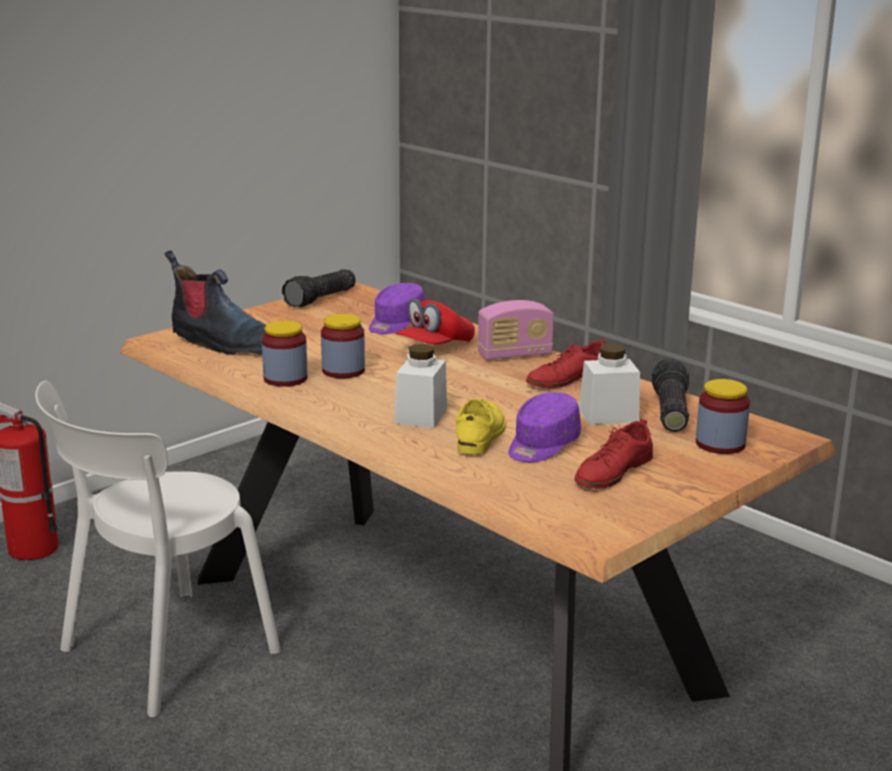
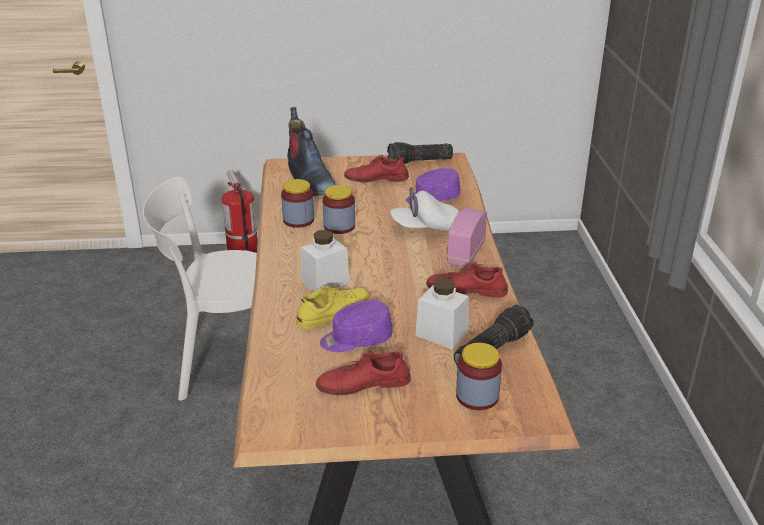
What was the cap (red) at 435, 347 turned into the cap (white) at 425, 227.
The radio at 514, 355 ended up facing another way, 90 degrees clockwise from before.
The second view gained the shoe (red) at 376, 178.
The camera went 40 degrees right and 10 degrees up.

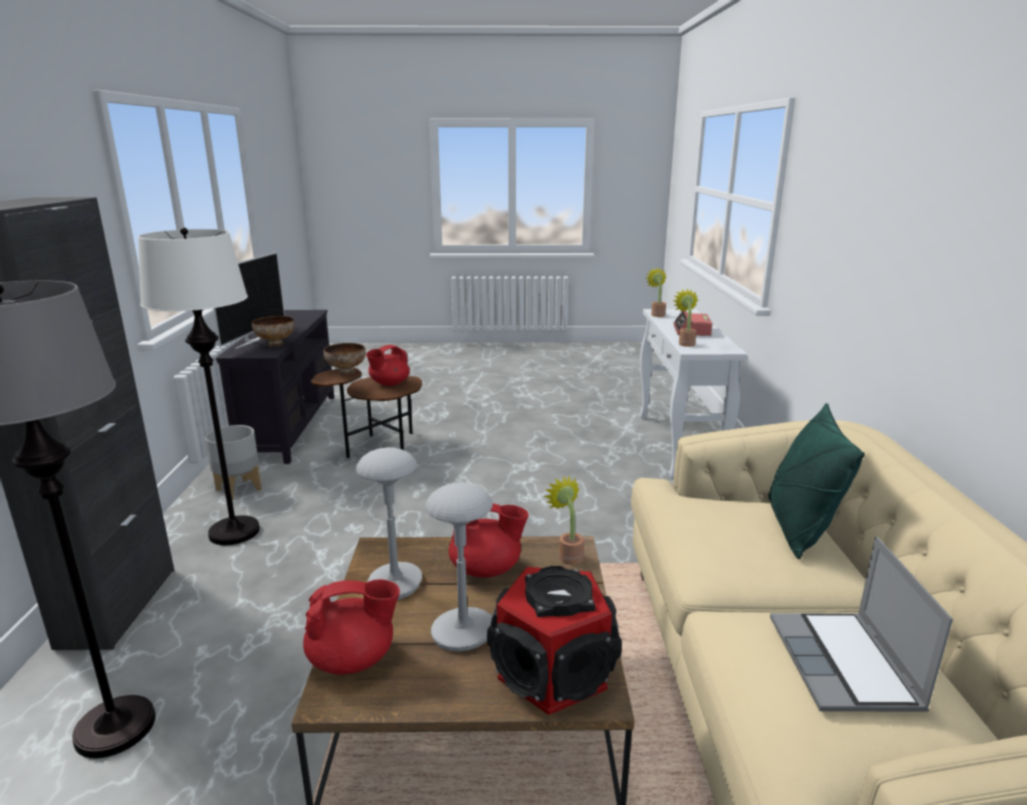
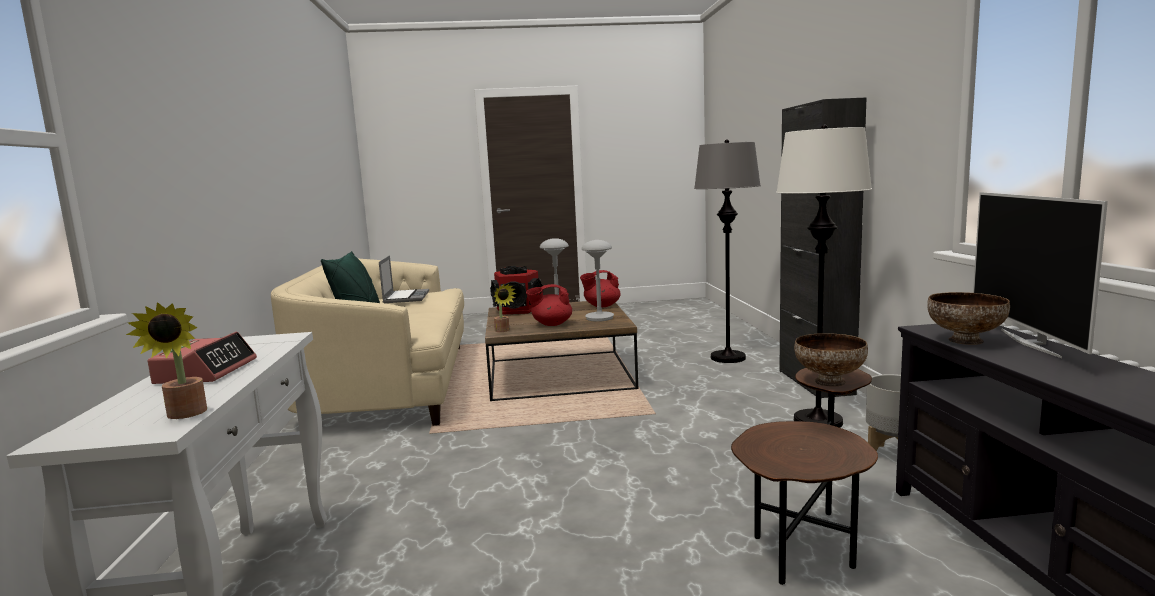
The second view lost the potted plant at 685, 343.
The second view lost the teapot (red) at 389, 383.
The camera went 175 degrees right and 10 degrees down.

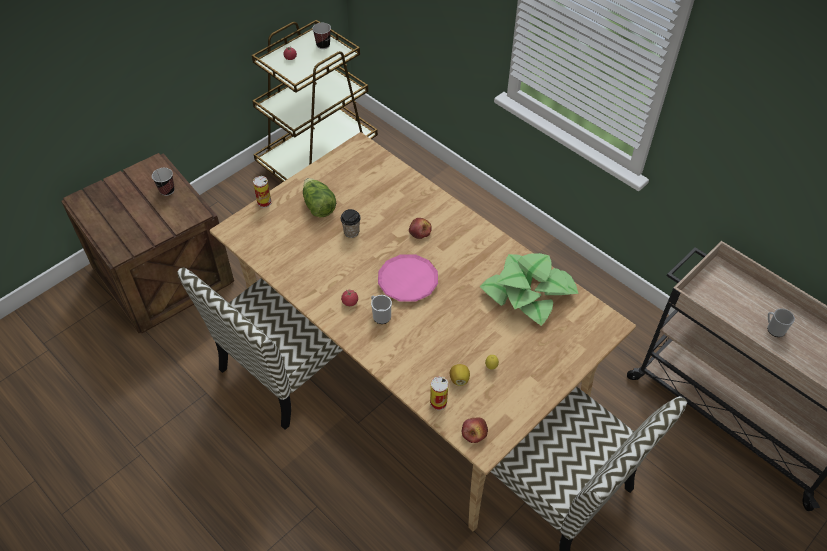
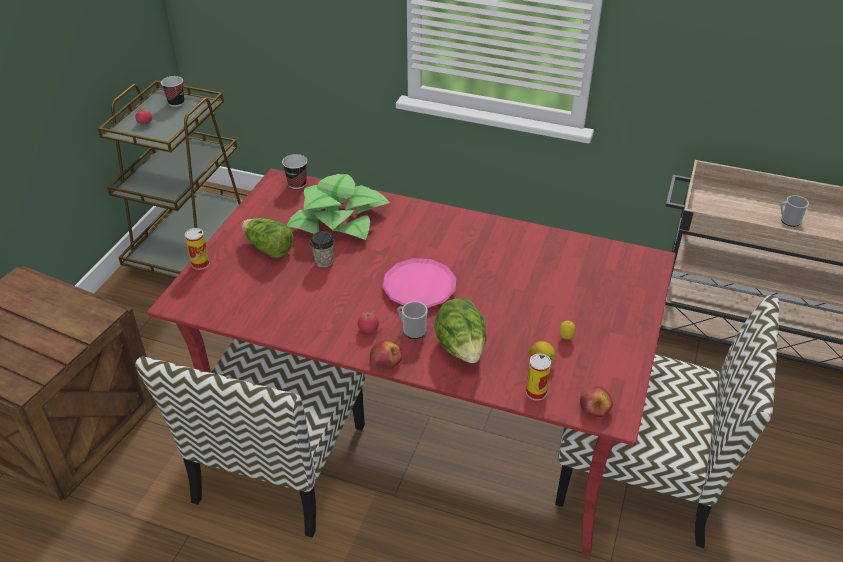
What was the dining table (beige) at 411, 367 turned into the dining table (red) at 420, 414.
The cup ended up elsewhere, having gone from 167, 190 to 297, 184.
The apple ended up elsewhere, having gone from 420, 231 to 386, 360.
The potted plant ended up elsewhere, having gone from 528, 293 to 339, 220.
The second view gained the lettuce at 461, 349.
The camera went 25 degrees left and 10 degrees down.

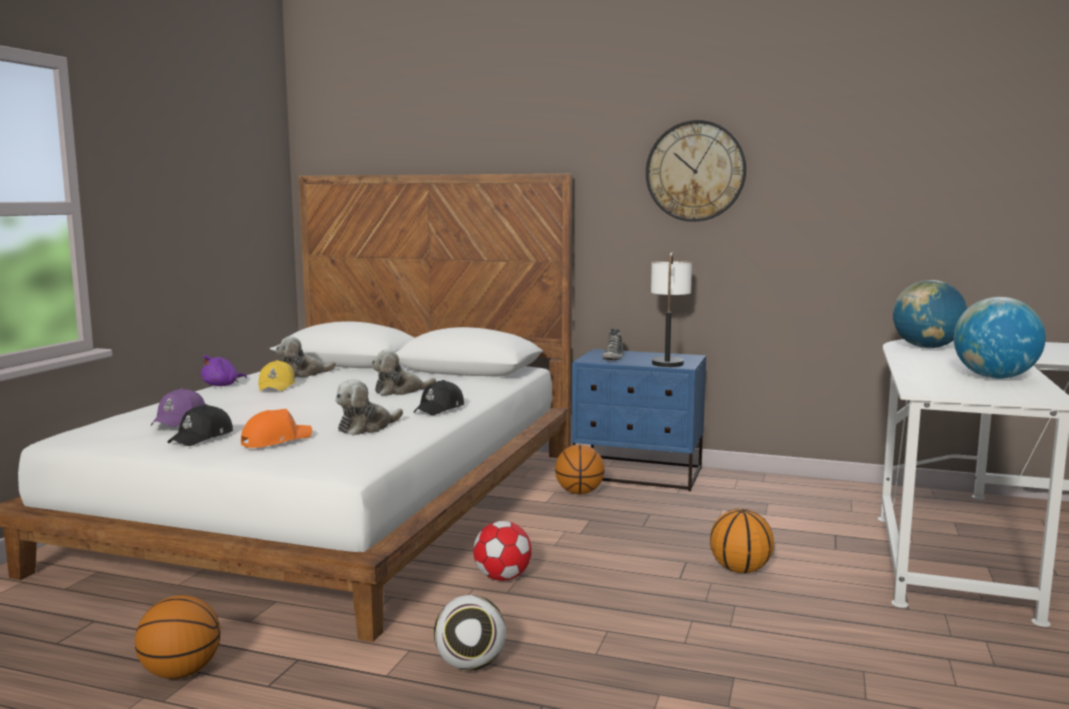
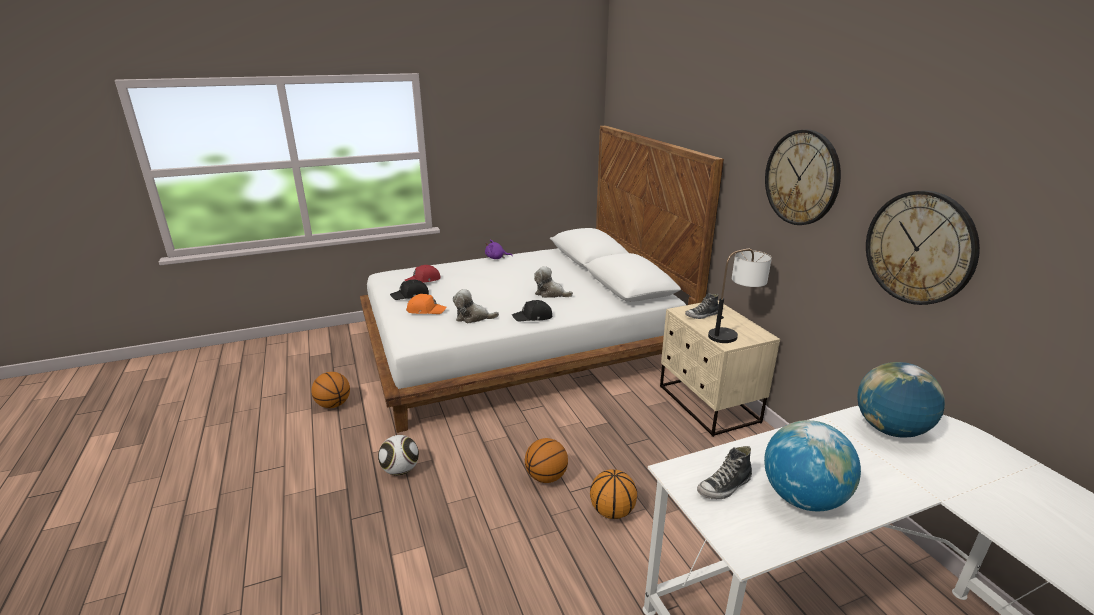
The second view lost the plush toy at 303, 374.
What was the nightstand (blue) at 638, 474 turned into the nightstand (beige) at 708, 404.
The second view lost the cap (yellow) at 277, 386.
What was the cap (purple) at 180, 419 turned into the cap (red) at 423, 280.
The basketball ended up elsewhere, having gone from 579, 492 to 546, 477.
The second view lost the football at 502, 577.
The second view gained the wall clock at 919, 248.
The second view gained the shoe at 724, 487.
The camera went 50 degrees right and 15 degrees up.

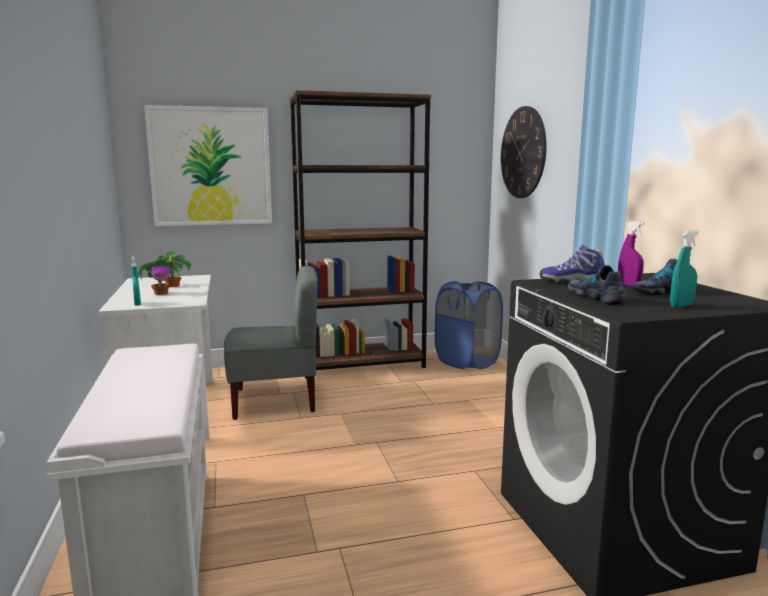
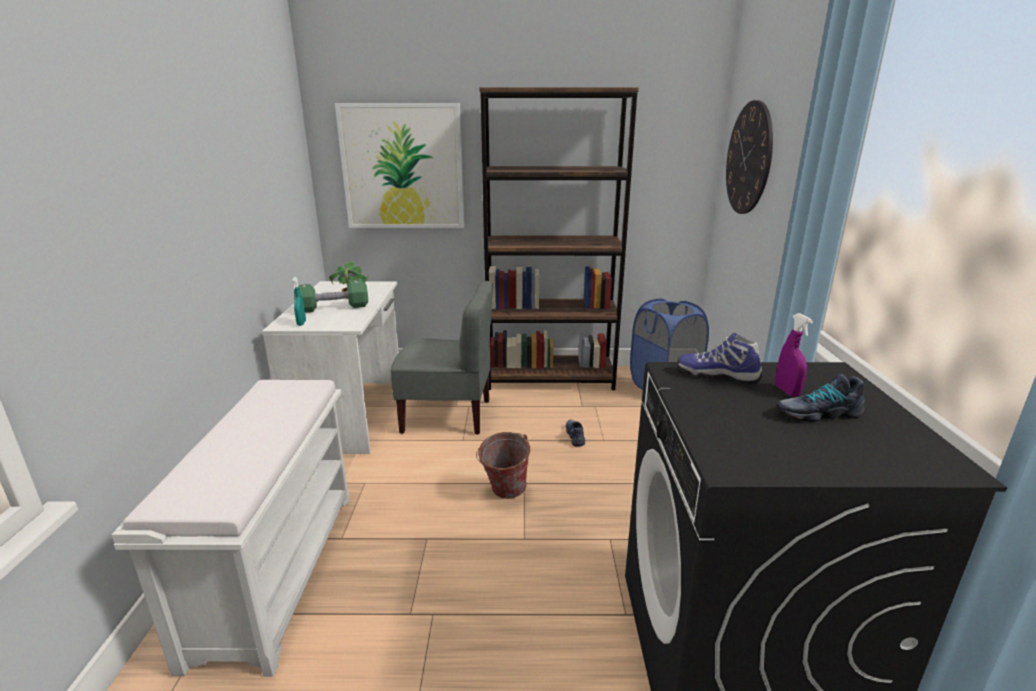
The second view lost the spray bottle (turquoise) at 681, 306.
Where the potted plant stood at 161, 293, the dumbbell (green) came to stand at 333, 308.
The shoe ended up elsewhere, having gone from 596, 297 to 575, 436.
The second view gained the bucket at 503, 493.
The camera went 15 degrees right and 10 degrees up.

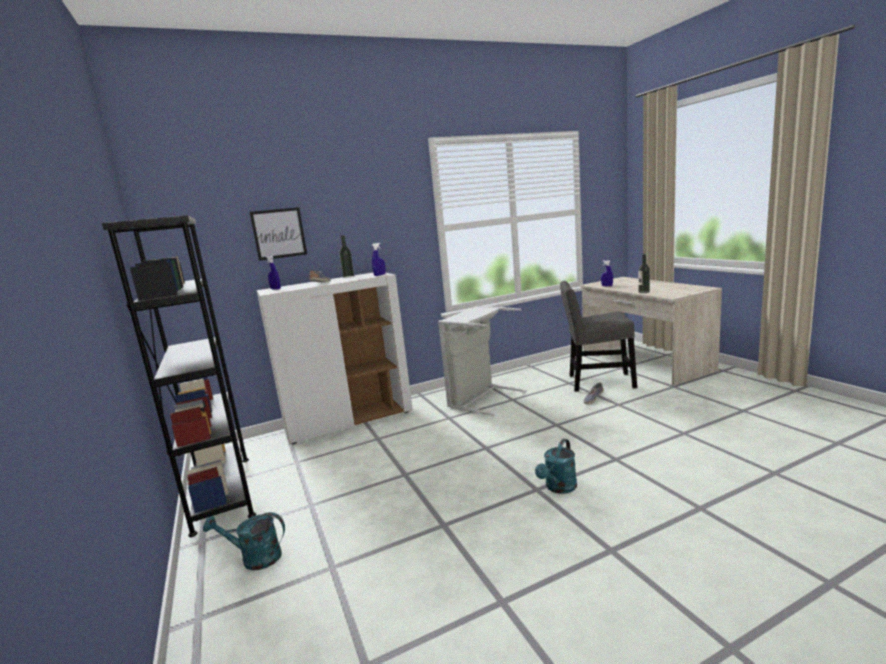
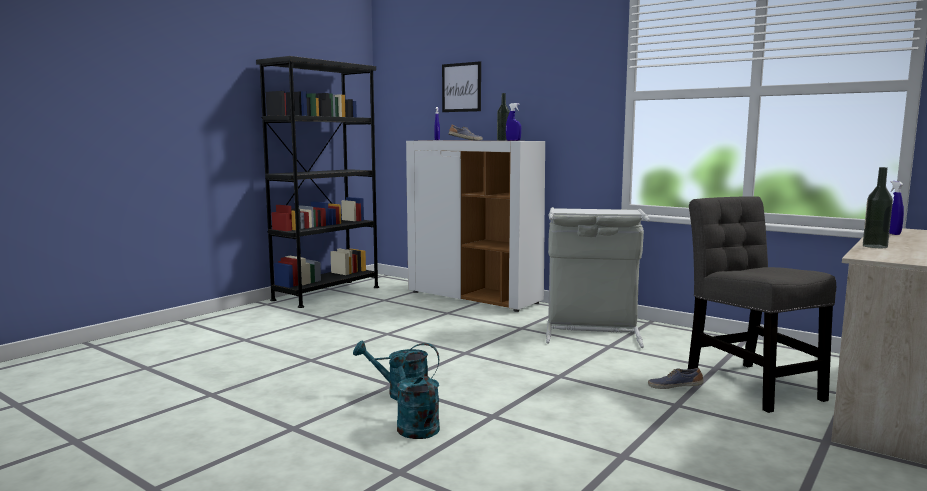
The watering can (turquoise) ended up elsewhere, having gone from 255, 558 to 414, 425.
The camera went 60 degrees right and 5 degrees down.

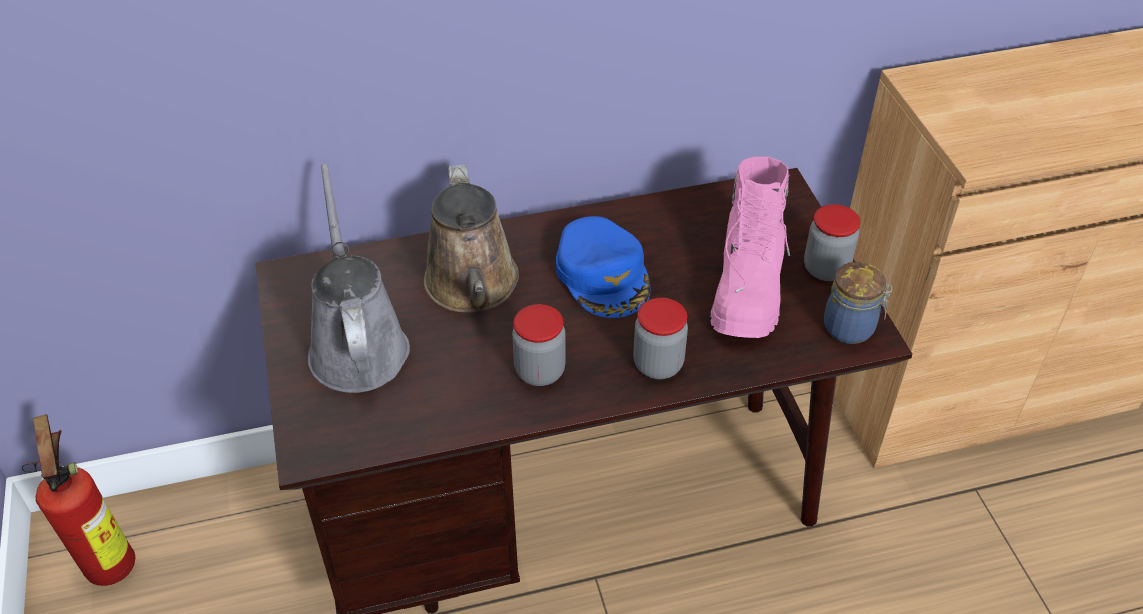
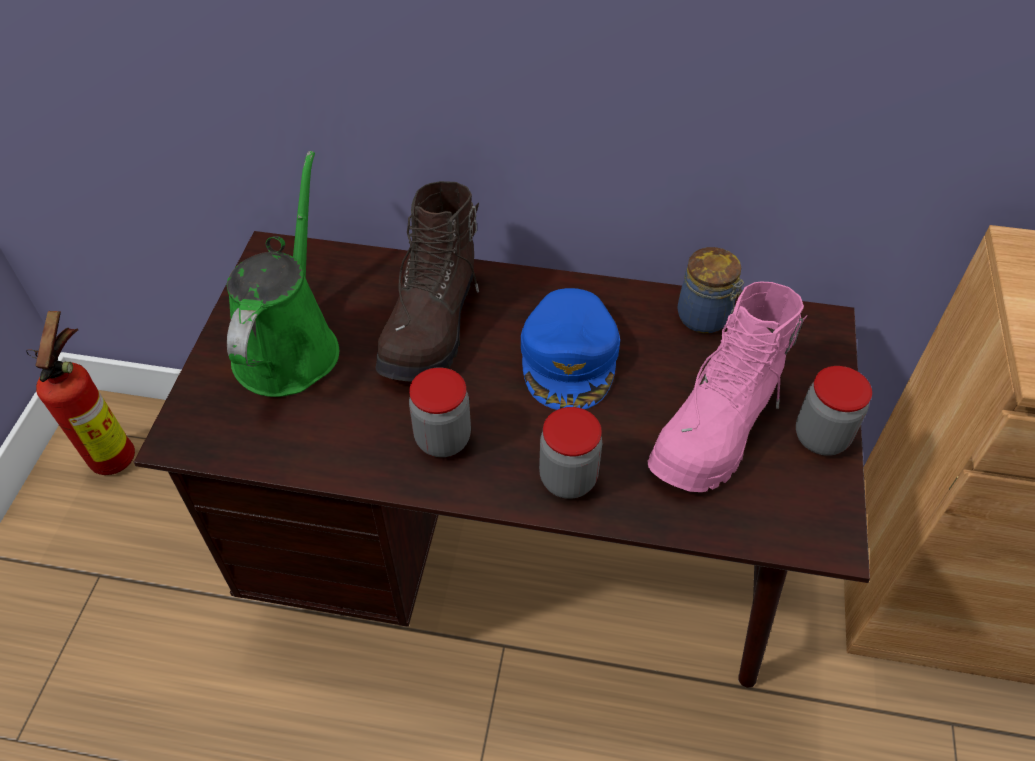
What was the watering can (grey) at 357, 345 turned into the watering can (green) at 289, 345.
Where the watering can (brown) stood at 473, 286, the boot (brown) came to stand at 433, 324.
The jar ended up elsewhere, having gone from 851, 328 to 705, 318.
The camera went 25 degrees right and 5 degrees up.

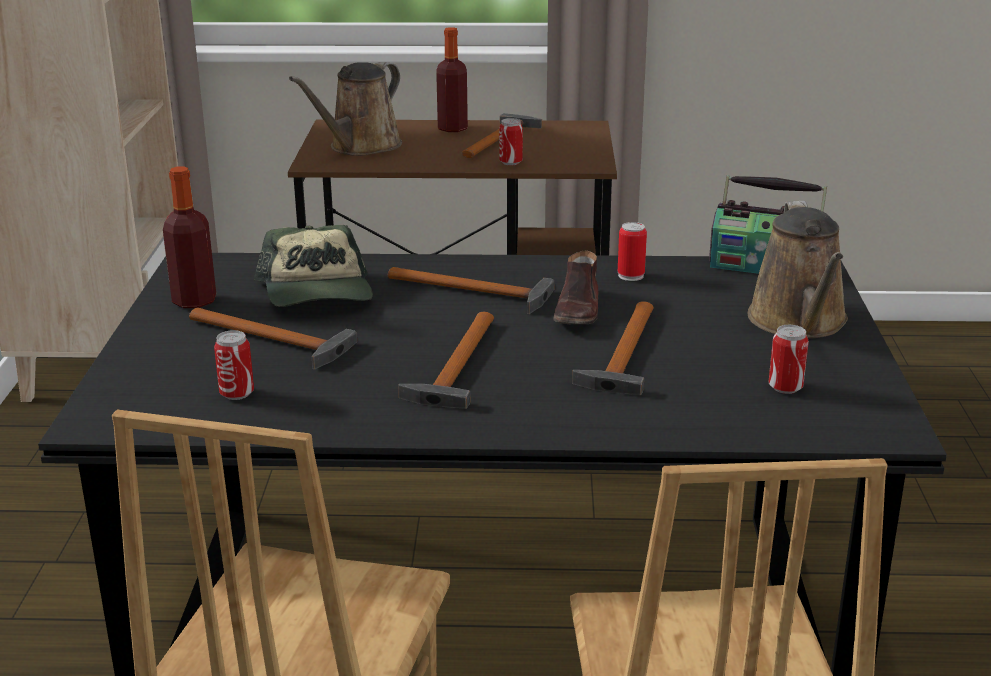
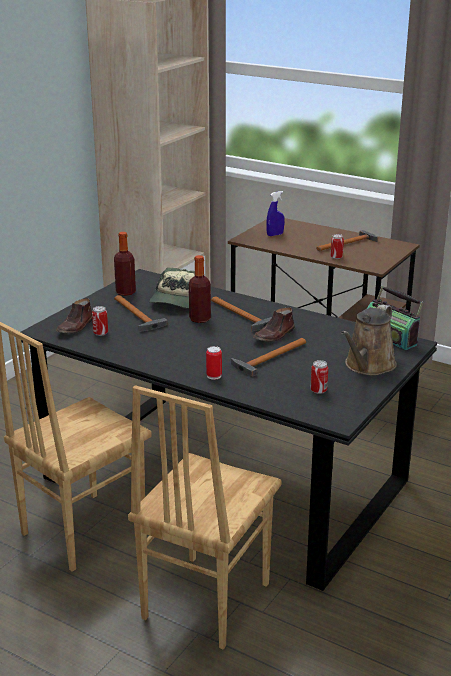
The bottle ended up elsewhere, having gone from 452, 128 to 200, 319.
Where the watering can (brown) stood at 360, 147, the spray bottle (blue) came to stand at 275, 235.
The can ended up elsewhere, having gone from 631, 275 to 214, 376.
The second view lost the hammer at 456, 366.
The second view gained the shoe (brown) at 76, 327.
The camera went 30 degrees right and 0 degrees up.

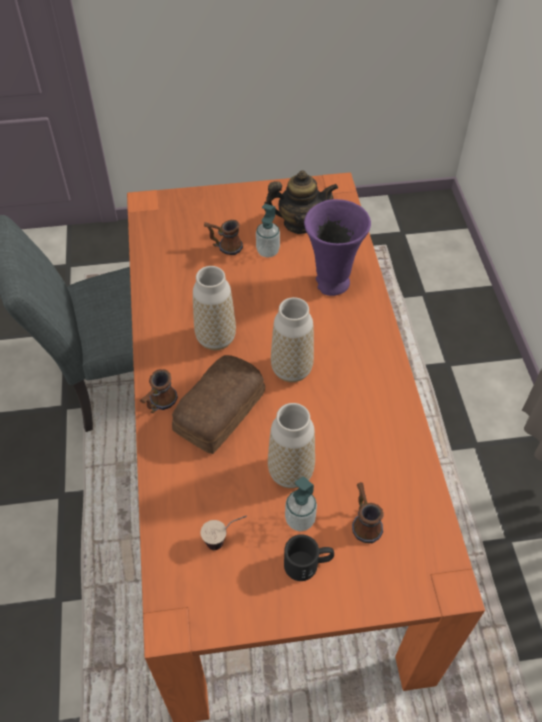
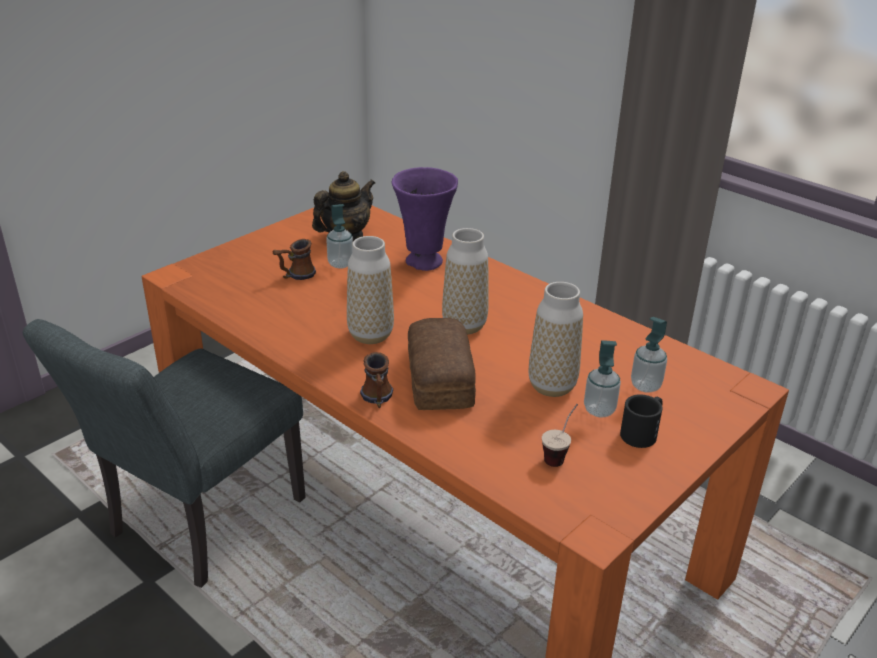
Where the mug stood at 364, 521, the soap dispenser came to stand at 645, 386.
The camera went 40 degrees left and 20 degrees down.

